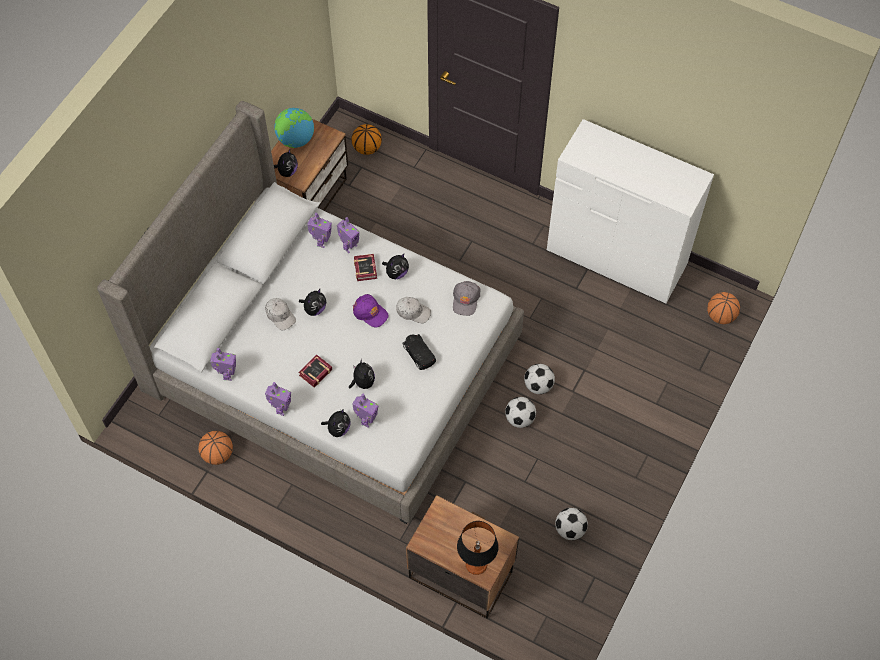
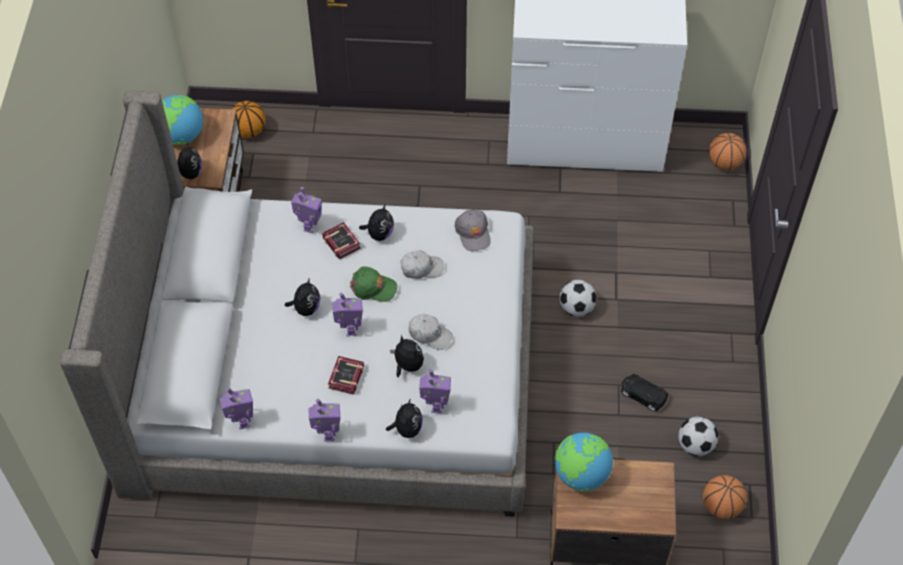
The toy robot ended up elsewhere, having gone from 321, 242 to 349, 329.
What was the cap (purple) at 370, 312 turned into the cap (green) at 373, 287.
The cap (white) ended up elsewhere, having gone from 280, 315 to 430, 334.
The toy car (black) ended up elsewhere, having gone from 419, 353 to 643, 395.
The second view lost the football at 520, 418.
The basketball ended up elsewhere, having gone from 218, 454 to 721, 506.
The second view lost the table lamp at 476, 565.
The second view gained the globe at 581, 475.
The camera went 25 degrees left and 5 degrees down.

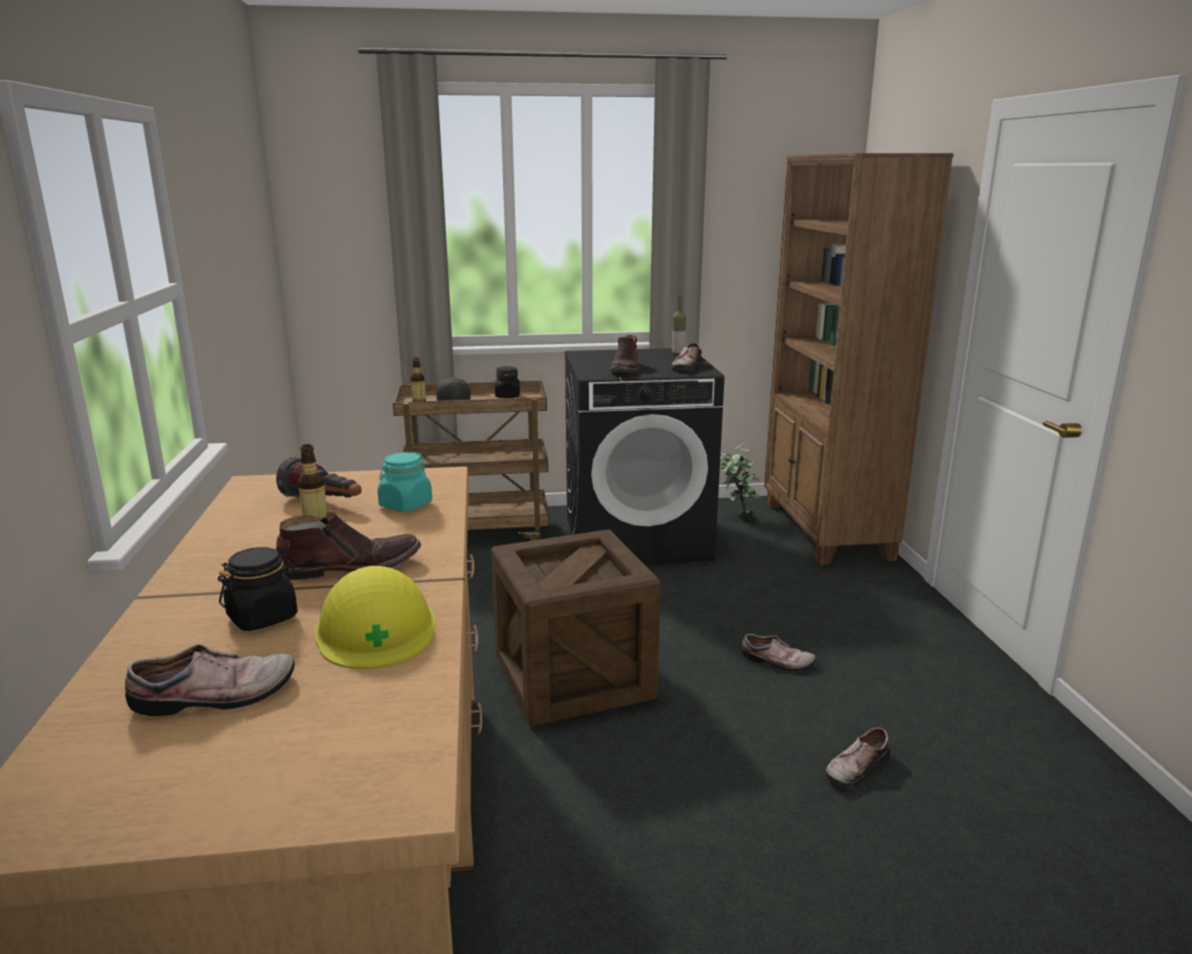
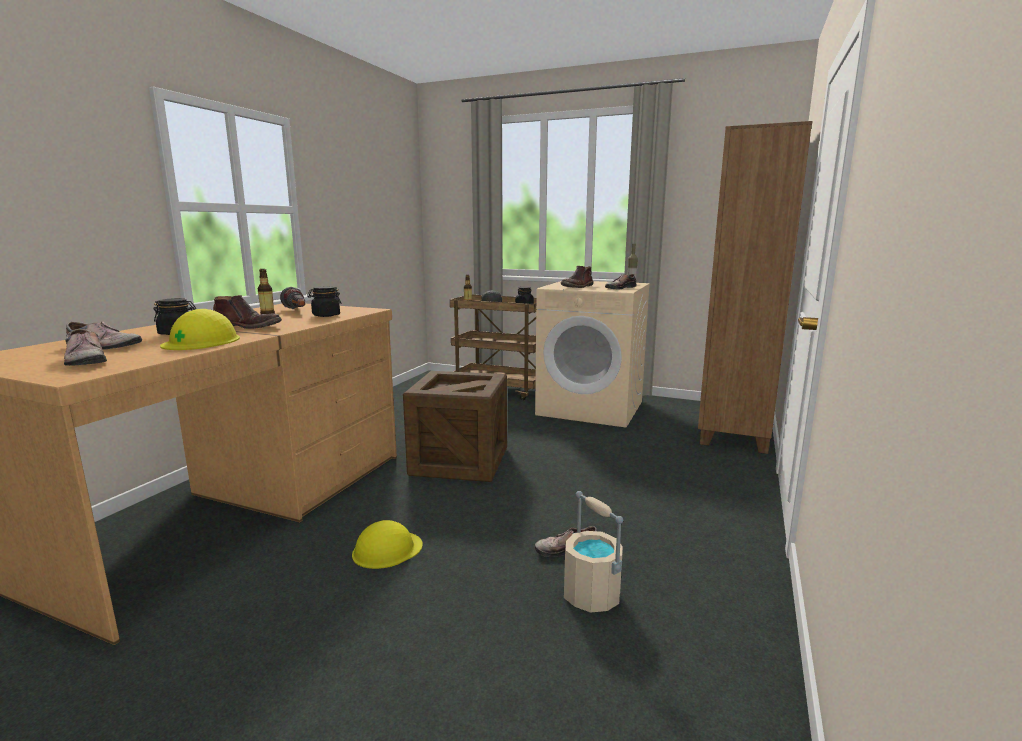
What was the washing machine (black) at 637, 538 turned into the washing machine (beige) at 591, 408.
The second view lost the potted plant at 737, 516.
What was the jar (turquoise) at 405, 505 turned into the jar (black) at 326, 315.
The shoe ended up elsewhere, having gone from 777, 662 to 84, 360.
The second view gained the bucket (beige) at 592, 595.
The second view gained the hard hat (yellow) at 387, 549.
The camera went 30 degrees right and 5 degrees down.

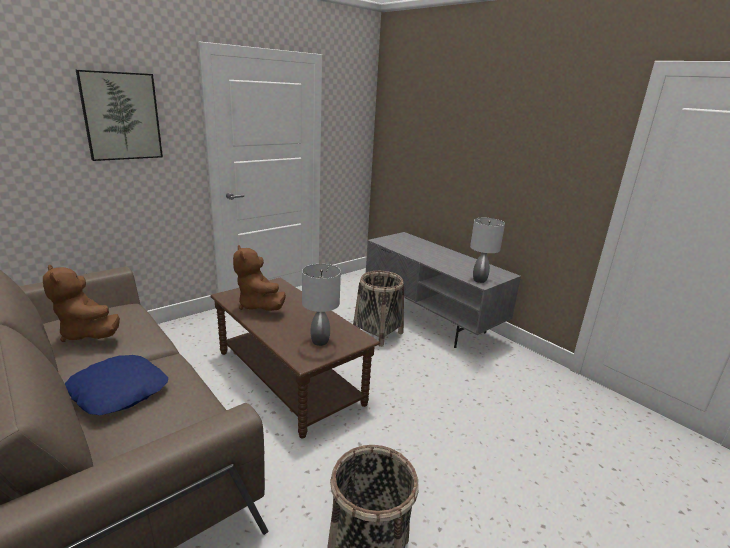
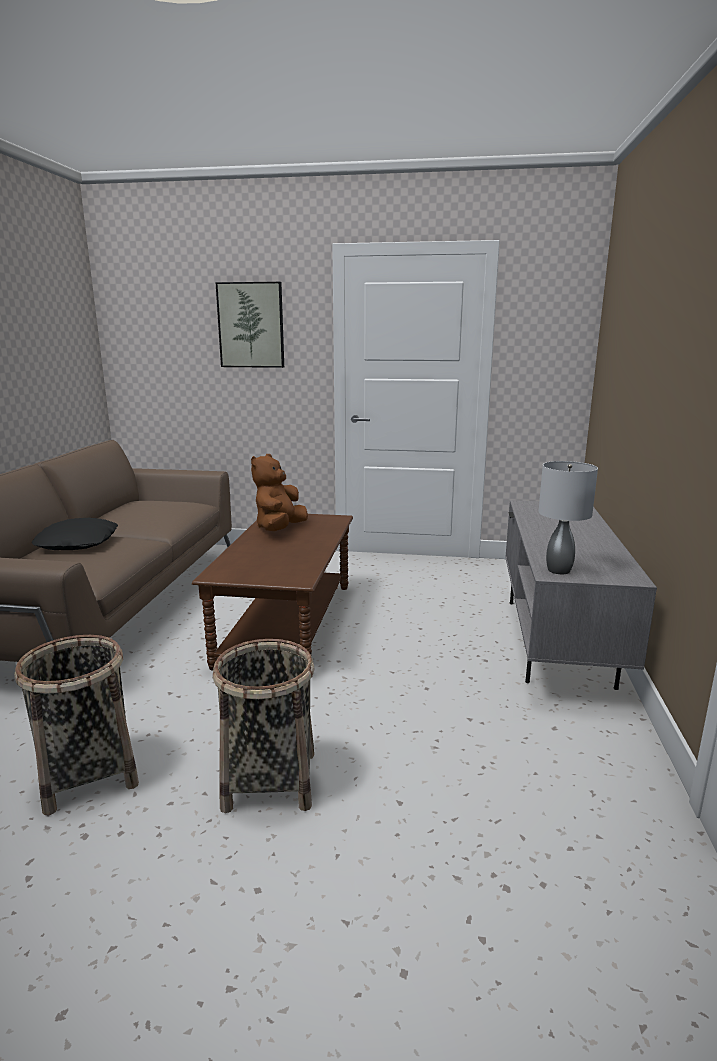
The second view lost the table lamp (grey) at 320, 341.
The second view lost the plush toy (brown) at 88, 334.
The basket ended up elsewhere, having gone from 377, 333 to 269, 780.
What was the pillow (blue) at 119, 391 turned into the pillow (black) at 78, 543.
The camera went 50 degrees right and 5 degrees down.

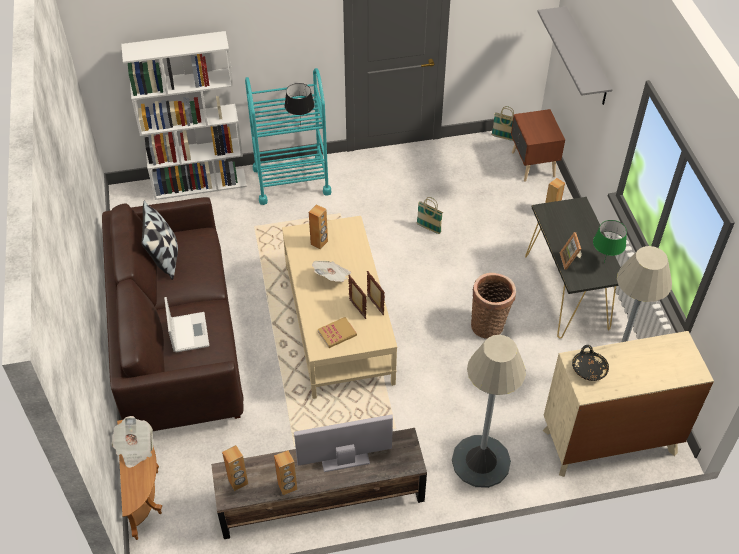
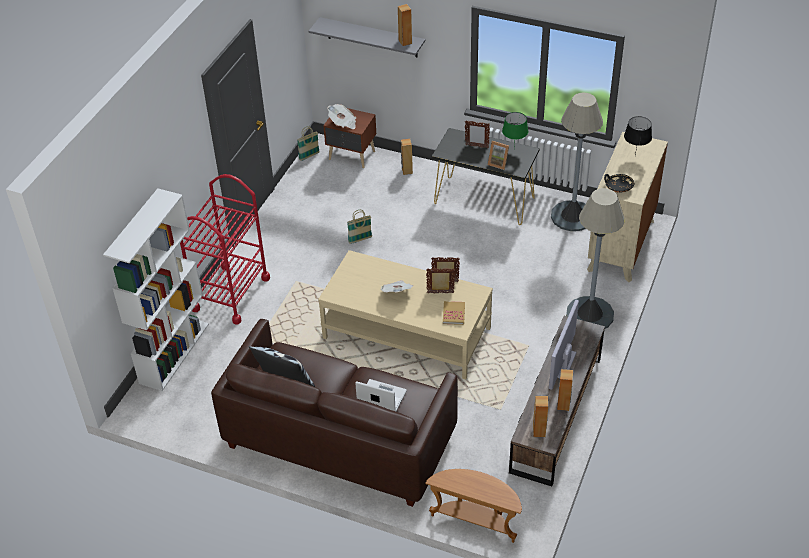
What was the cart (turquoise) at 291, 181 turned into the cart (red) at 231, 294.
The table lamp (black) ended up elsewhere, having gone from 300, 125 to 634, 156.
The speaker (brown) ended up elsewhere, having gone from 319, 243 to 405, 42.
The second view lost the basket at 489, 324.
The newspaper ended up elsewhere, having gone from 134, 448 to 343, 123.
The second view gained the picture frame at 476, 146.
The camera went 55 degrees left and 5 degrees down.

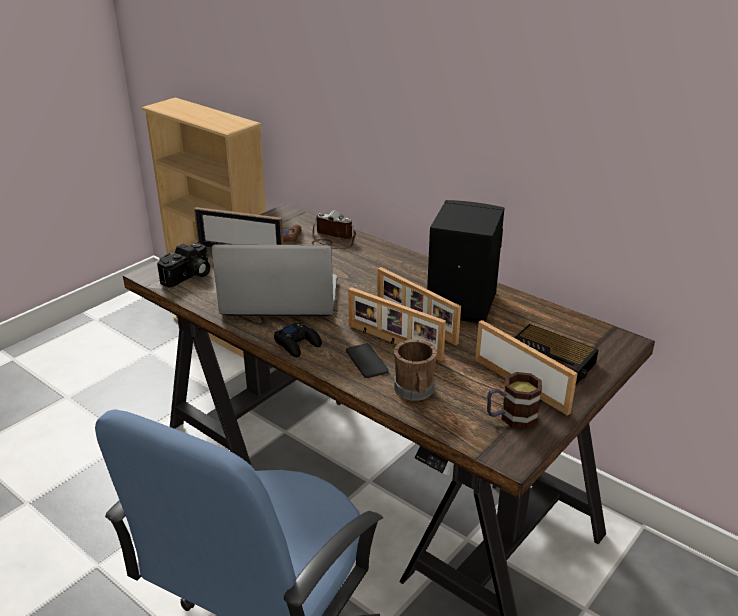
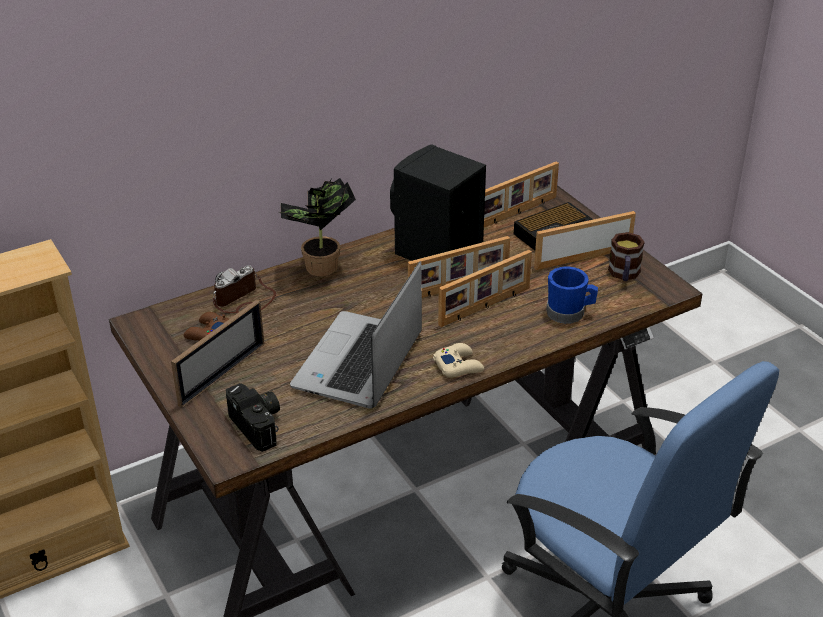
What was the game controller (black) at 298, 344 turned into the game controller (beige) at 458, 365.
What was the mug (brown) at 415, 392 turned into the mug (blue) at 570, 313.
The second view lost the phone at 366, 361.
The second view gained the picture frame at 518, 212.
The second view gained the potted plant at 320, 270.
The camera went 70 degrees left and 5 degrees up.

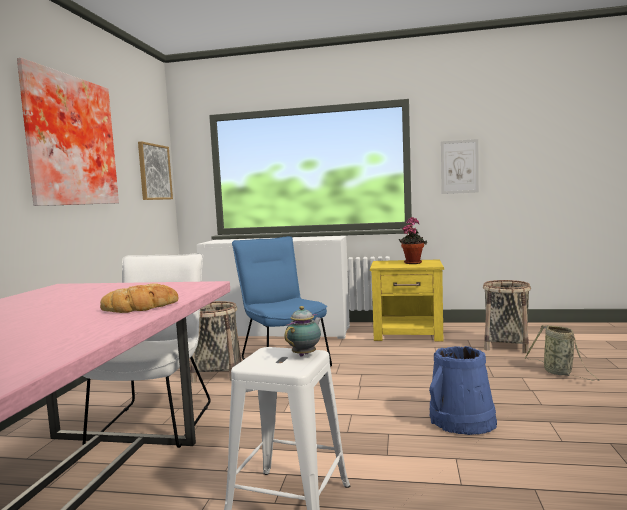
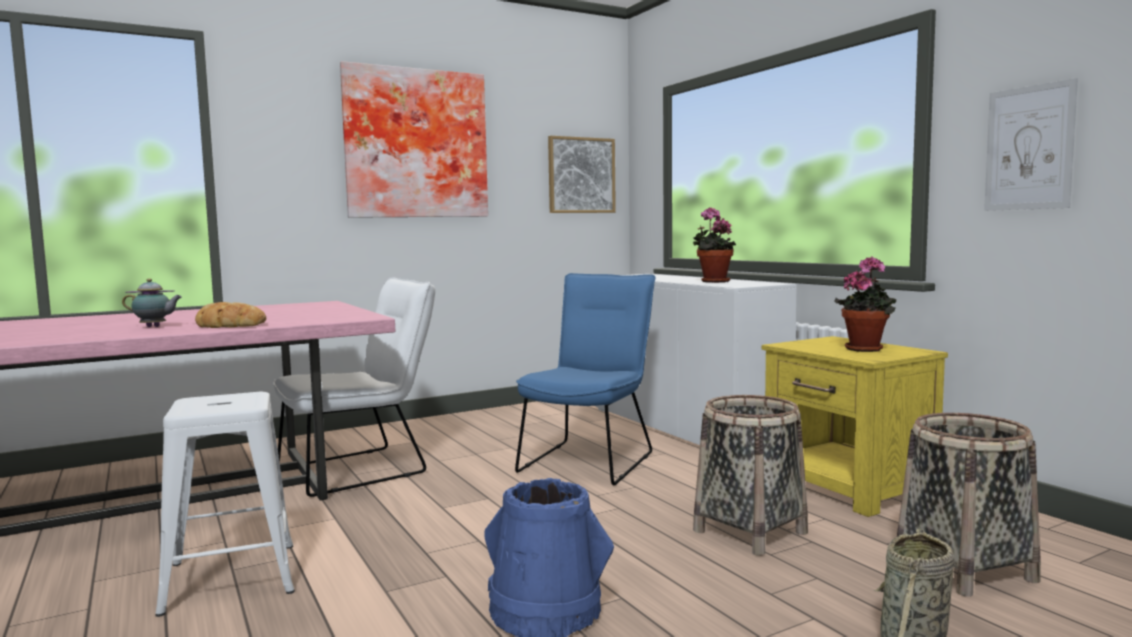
The basket ended up elsewhere, having gone from 217, 373 to 750, 532.
The teapot ended up elsewhere, having gone from 305, 354 to 155, 327.
The second view gained the potted plant at 712, 282.
The camera went 50 degrees right and 0 degrees up.

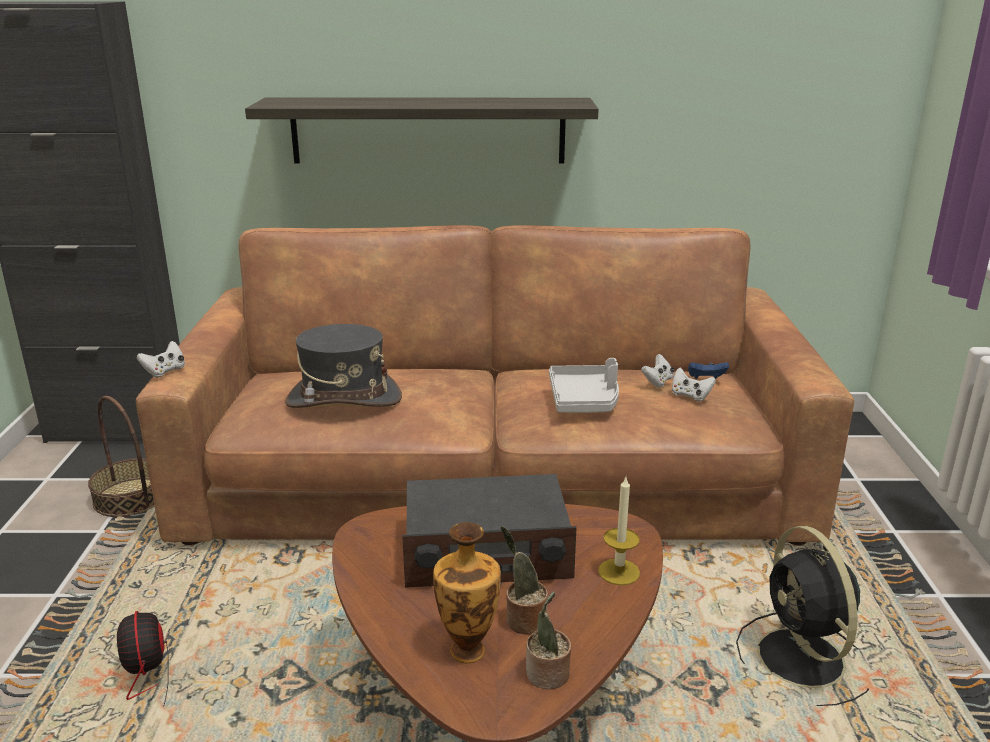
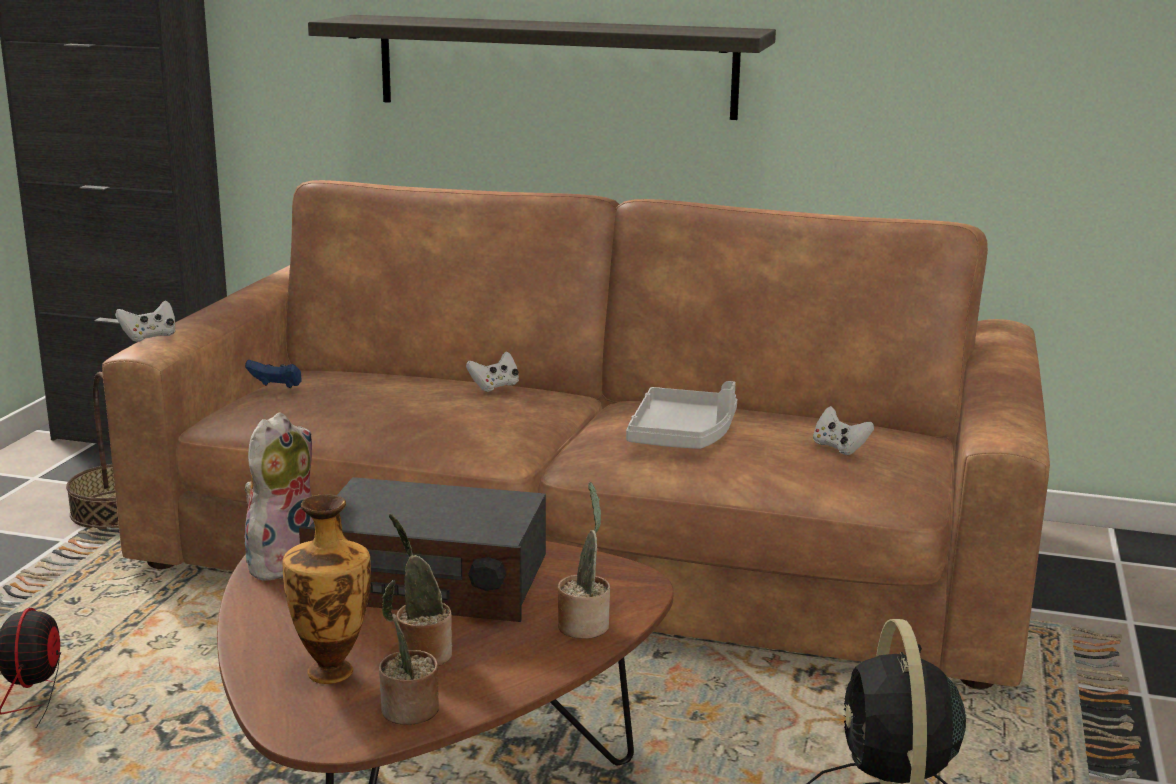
The second view lost the hat (grey) at 344, 399.
The game controller (white) ended up elsewhere, having gone from 657, 382 to 494, 386.
The game controller (blue) ended up elsewhere, having gone from 705, 379 to 277, 387.
Where the candle stood at 619, 572, the potted plant came to stand at 584, 624.
The second view gained the plush toy at 281, 561.
The camera went 15 degrees right and 5 degrees down.

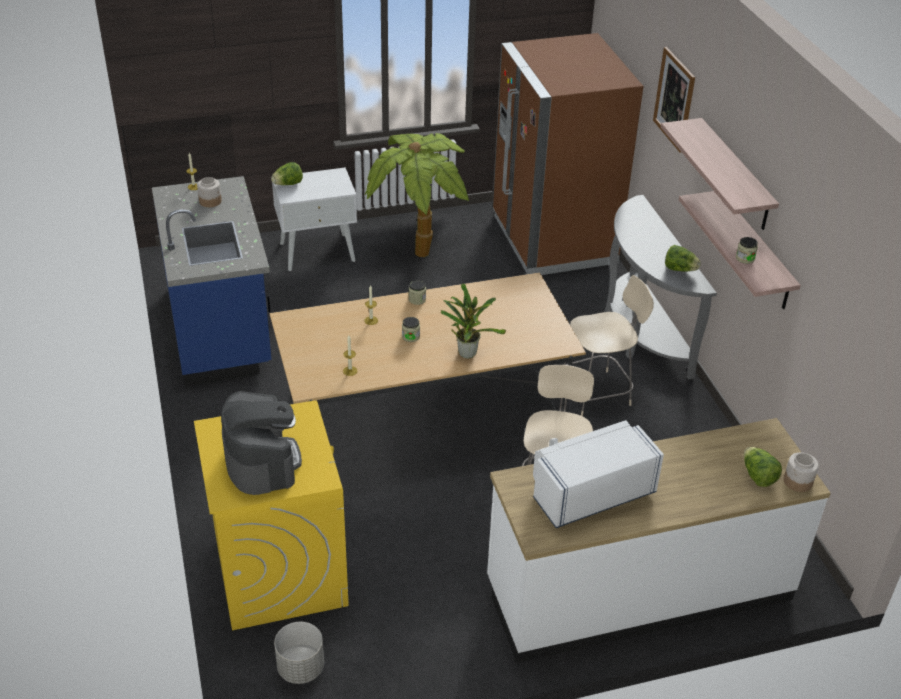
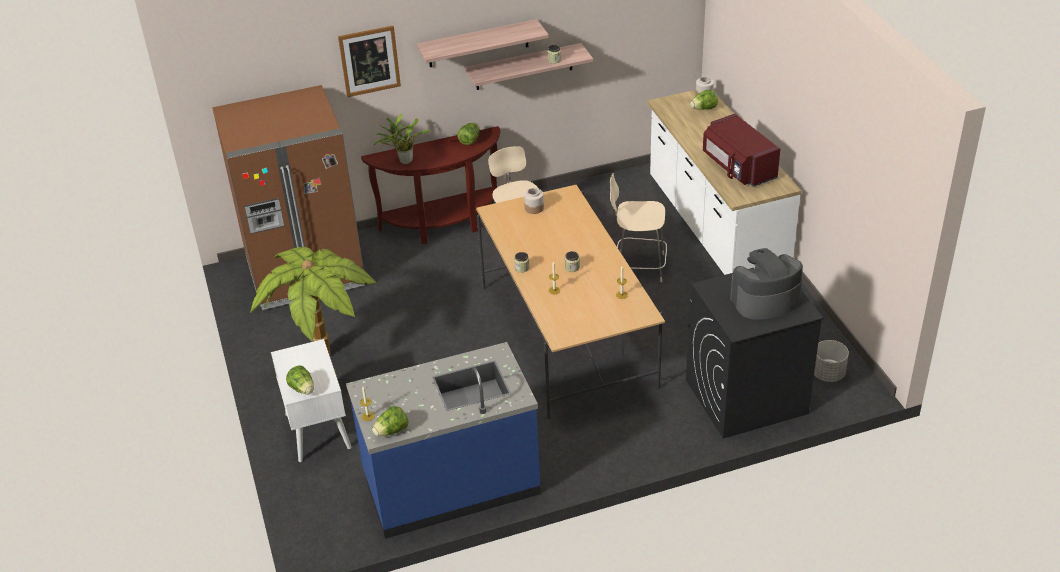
The jar ended up elsewhere, having gone from 210, 201 to 534, 208.
What was the console table (grey) at 641, 332 turned into the console table (brown) at 443, 224.
The potted plant ended up elsewhere, having gone from 467, 352 to 404, 161.
What was the washing machine (yellow) at 279, 570 turned into the washing machine (black) at 745, 397.
What was the microwave (white) at 590, 491 turned into the microwave (red) at 737, 168.
The second view gained the lettuce at 392, 431.
The camera went 90 degrees left and 0 degrees up.

